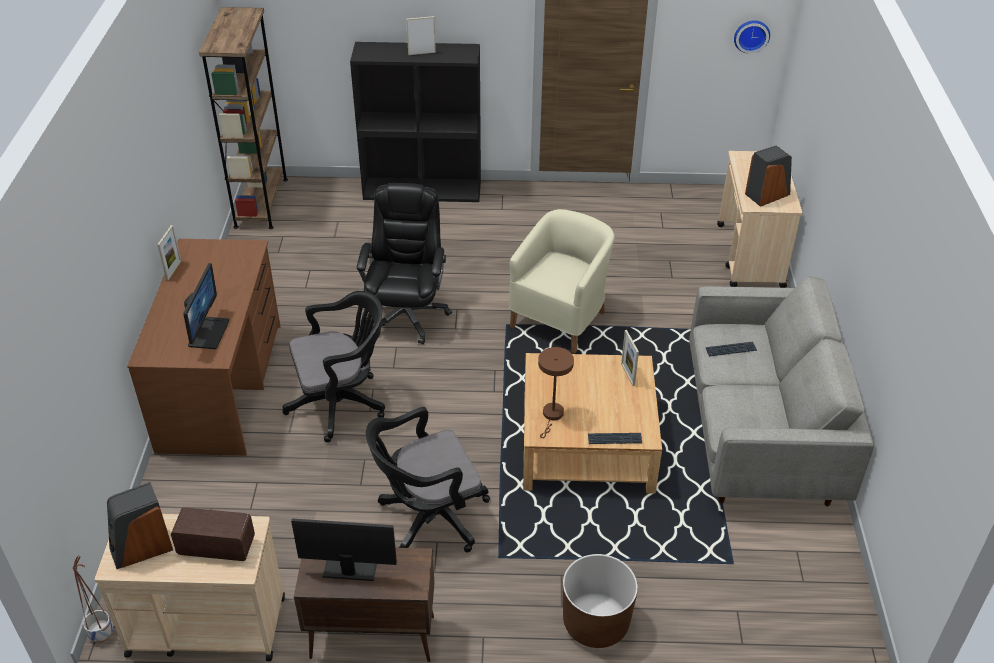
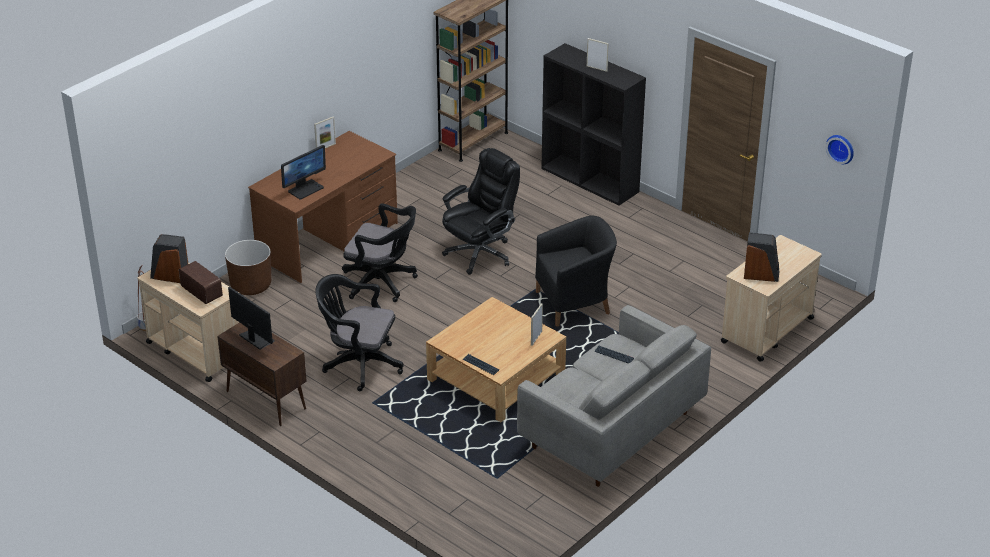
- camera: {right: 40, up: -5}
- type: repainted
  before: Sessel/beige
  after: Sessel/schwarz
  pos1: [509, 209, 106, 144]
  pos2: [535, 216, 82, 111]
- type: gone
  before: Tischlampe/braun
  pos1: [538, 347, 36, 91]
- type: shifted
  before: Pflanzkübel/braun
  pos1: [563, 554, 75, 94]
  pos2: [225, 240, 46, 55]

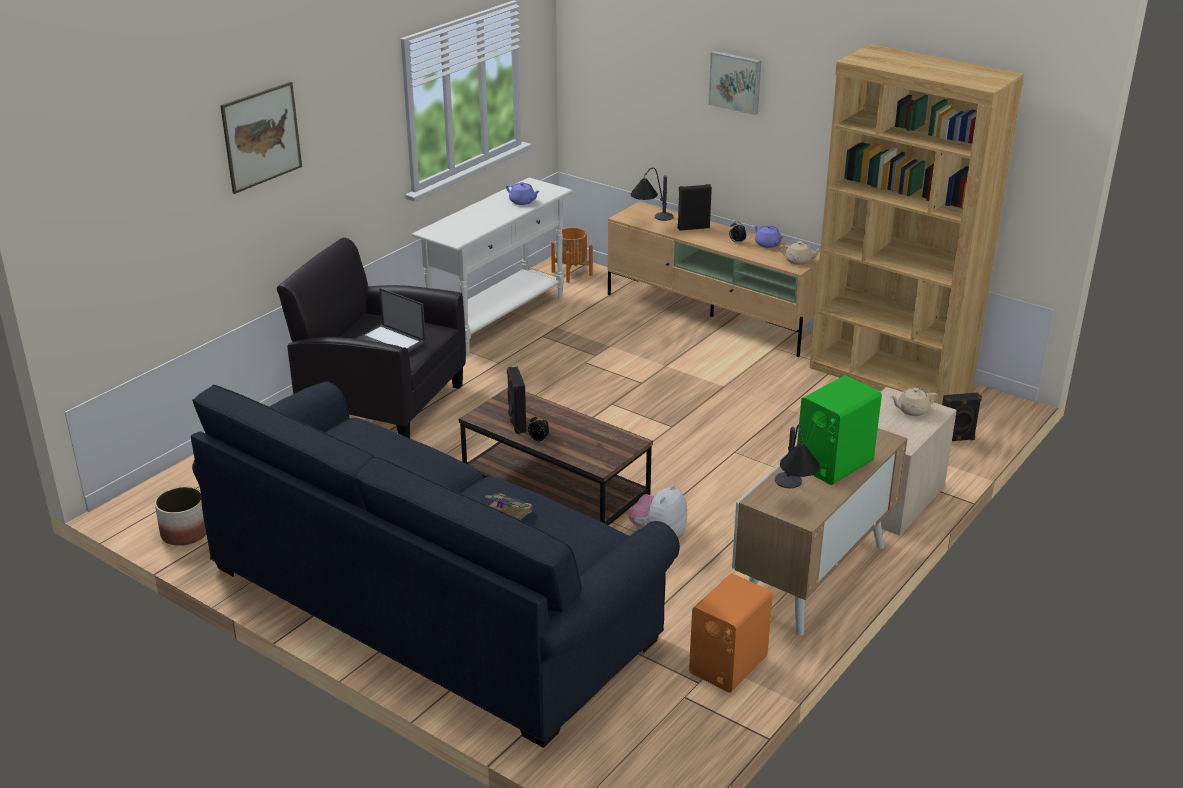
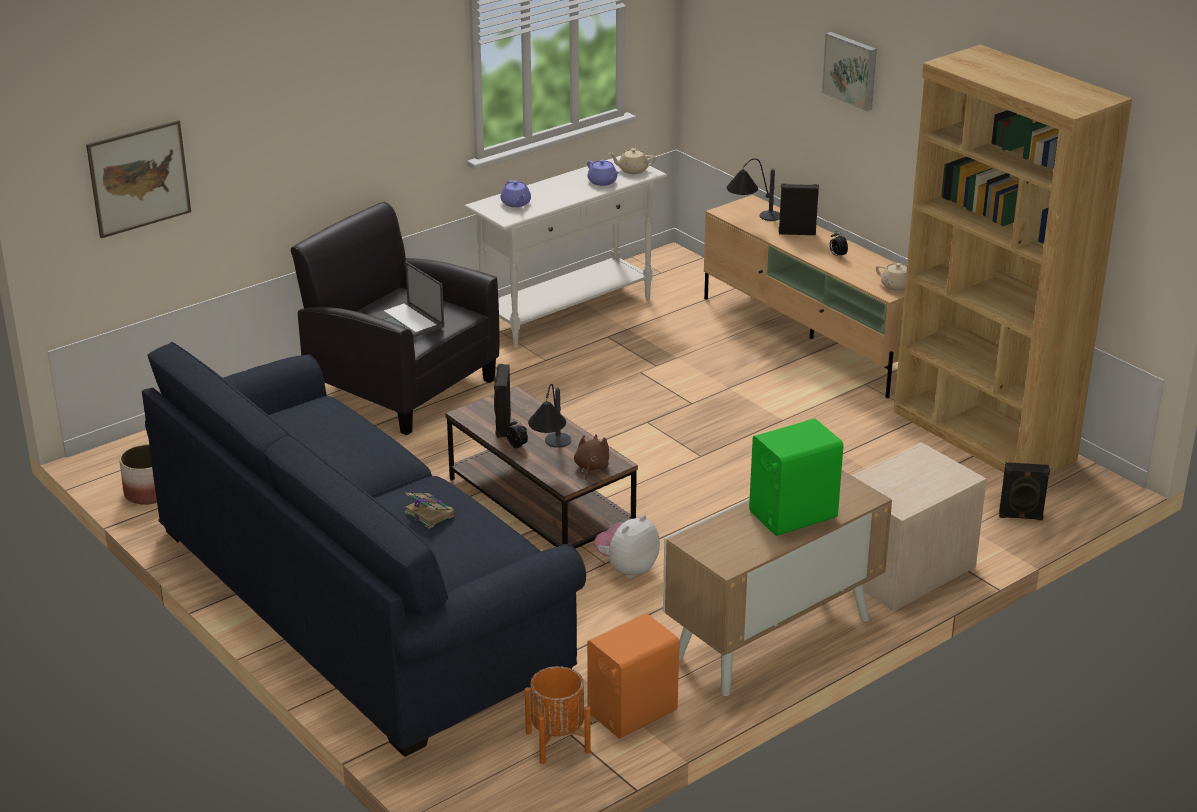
- camera: {right: 15, up: 0}
- type: shifted
  before: Bild
  pos1: [220, 82, 82, 112]
  pos2: [86, 120, 105, 118]
- type: shifted
  before: Teekanne/lila
  pos1: [755, 225, 29, 23]
  pos2: [501, 180, 30, 27]
- type: shifted
  before: Pflanzkübel/orange
  pos1: [551, 227, 42, 56]
  pos2: [525, 666, 66, 98]
- type: shifted
  before: Teekanne/beige
  pos1: [890, 388, 48, 28]
  pos2: [609, 148, 47, 26]
- type: shifted
  before: Tischlampe
  pos1: [775, 424, 45, 64]
  pos2: [528, 384, 43, 64]
- type: new
  after: Plüschtier/braun
  pos2: [574, 434, 35, 46]

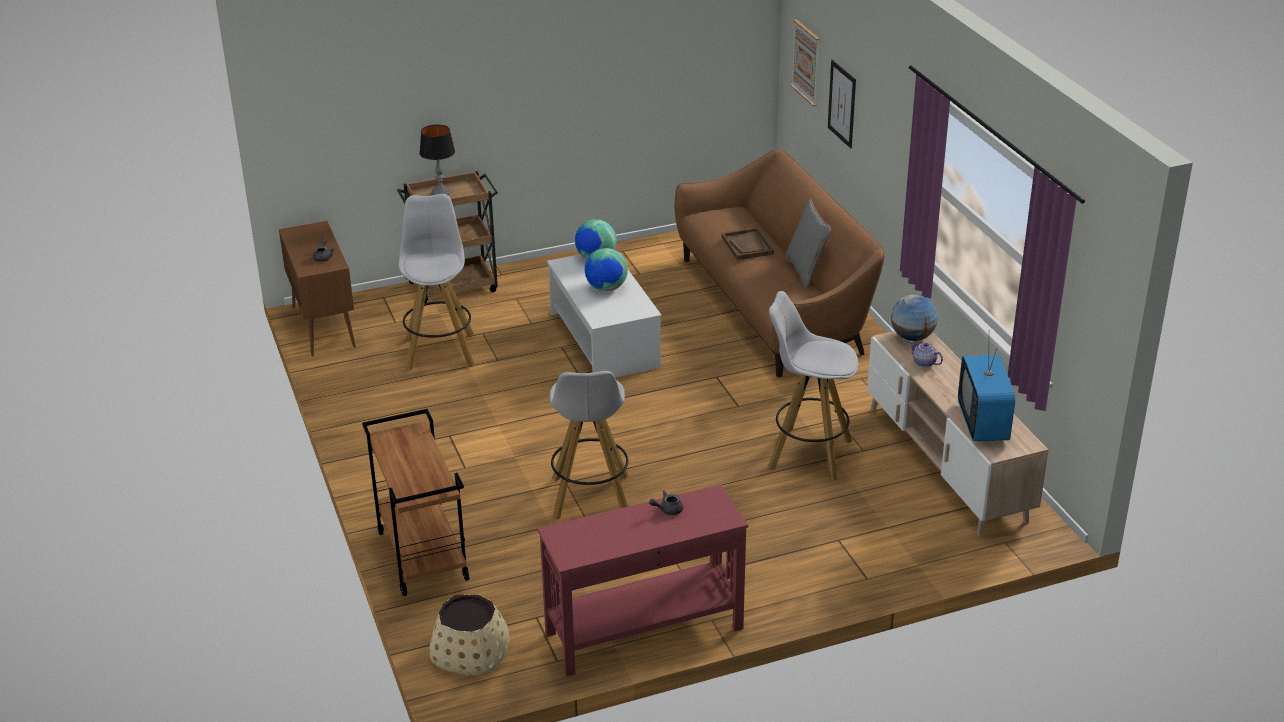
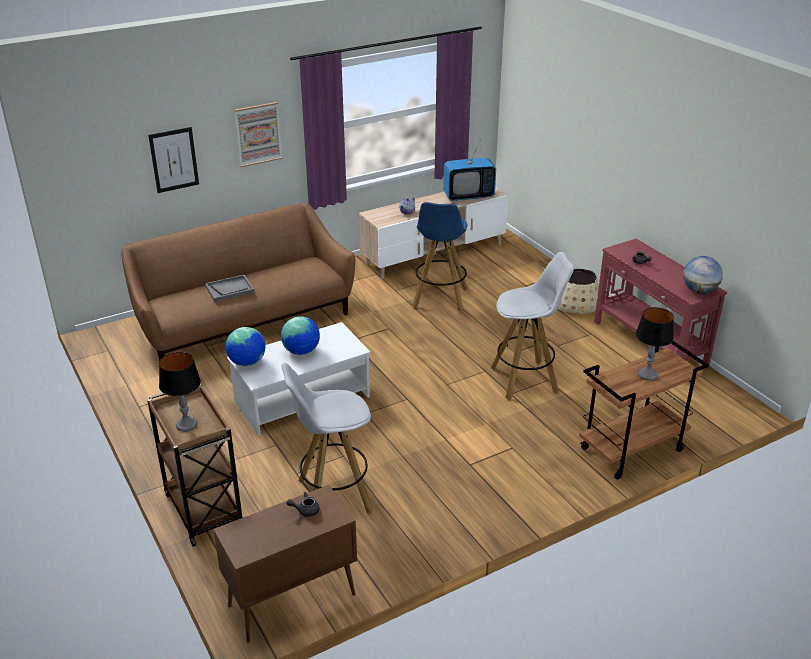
- camera: {right: -100, up: 0}
- type: shifted
  before: Bild
  pos1: [791, 19, 29, 87]
  pos2: [234, 102, 48, 65]
- type: gone
  before: Kissen/grau
  pos1: [785, 198, 46, 91]
- type: repainted
  before: Tablett/braun
  after: Tablett/grau
  pos1: [721, 228, 53, 32]
  pos2: [205, 275, 50, 27]
- type: repainted
  before: Hocker/weiß
  after: Hocker/blau
  pos1: [768, 291, 90, 191]
  pos2: [412, 202, 56, 110]
- type: shifted
  before: Globus
  pos1: [891, 295, 47, 46]
  pos2: [683, 256, 40, 38]
- type: shifted
  before: Pflanzkübel/beige
  pos1: [429, 594, 81, 82]
  pos2: [559, 269, 40, 45]
- type: new
  after: Tischlampe
  pos2: [636, 307, 38, 74]

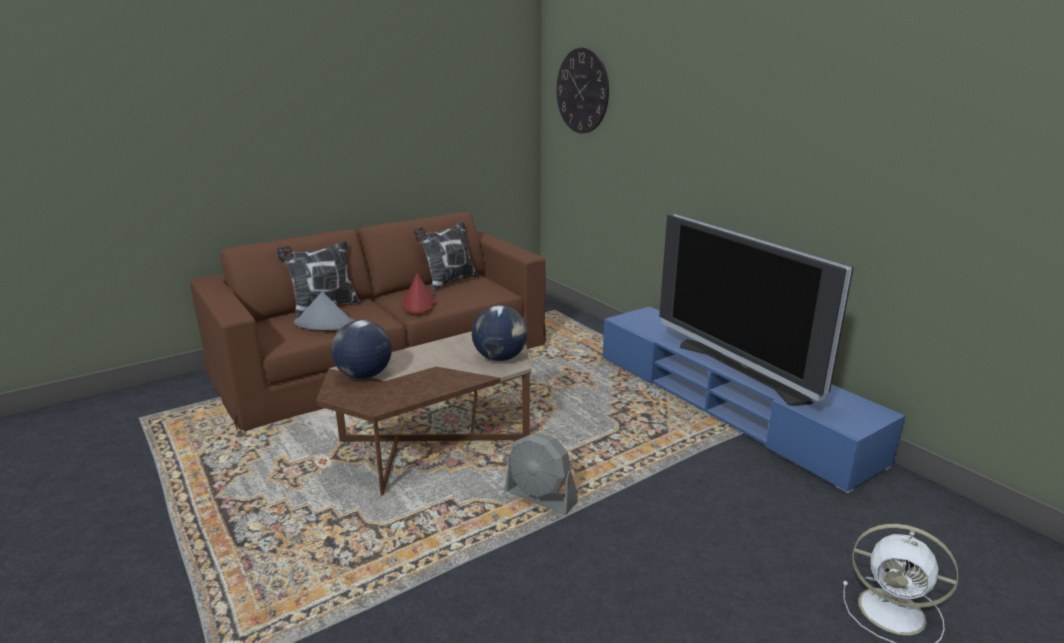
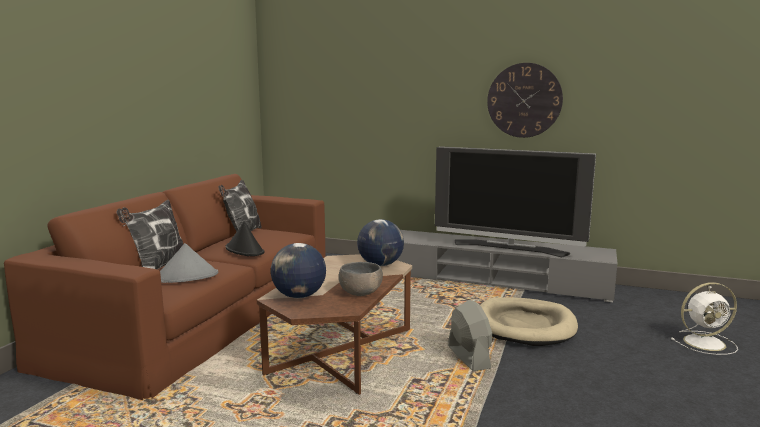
- camera: {right: -35, up: -10}
- type: shifted
  before: Wanduhr
  pos1: [556, 48, 53, 85]
  pos2: [487, 63, 76, 75]
- type: repainted
  before: Hut/rot
  after: Hut/schwarz
  pos1: [401, 273, 35, 41]
  pos2: [226, 221, 39, 35]
- type: repainted
  before: Fernsehschrank/blau
  after: Fernsehschrank/grau
  pos1: [603, 306, 302, 187]
  pos2: [397, 230, 221, 72]
- type: rotated
  before: Ventilator/grau
  pos1: [505, 434, 73, 81]
  pos2: [448, 300, 44, 71]
  turn: -105
- type: new
  after: Schüssel/grau
  pos2: [339, 262, 44, 34]
- type: new
  after: Hundebett/beige
  pos2: [480, 297, 98, 49]

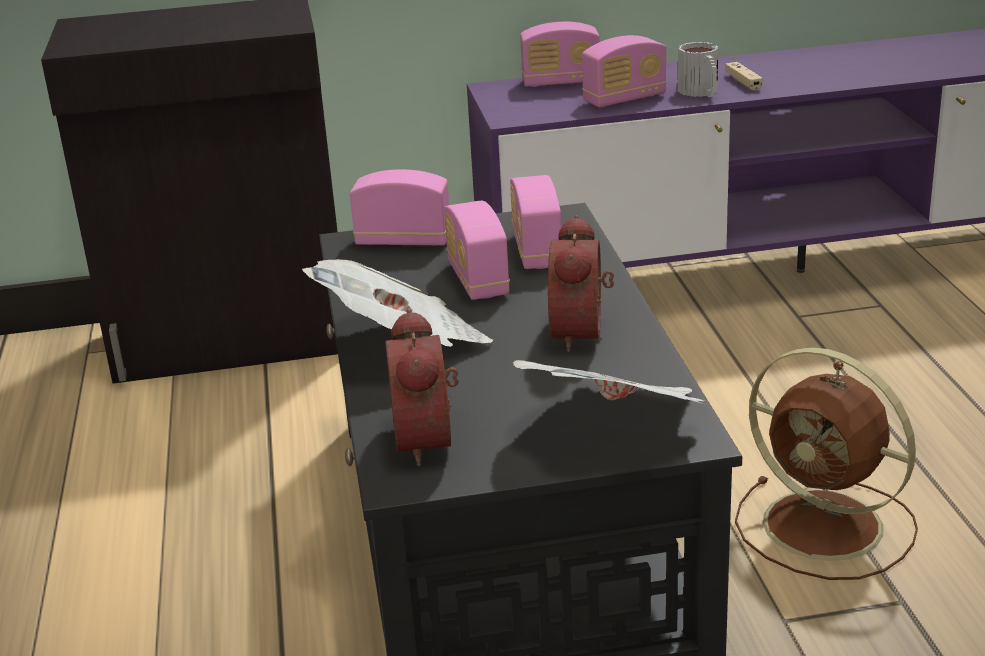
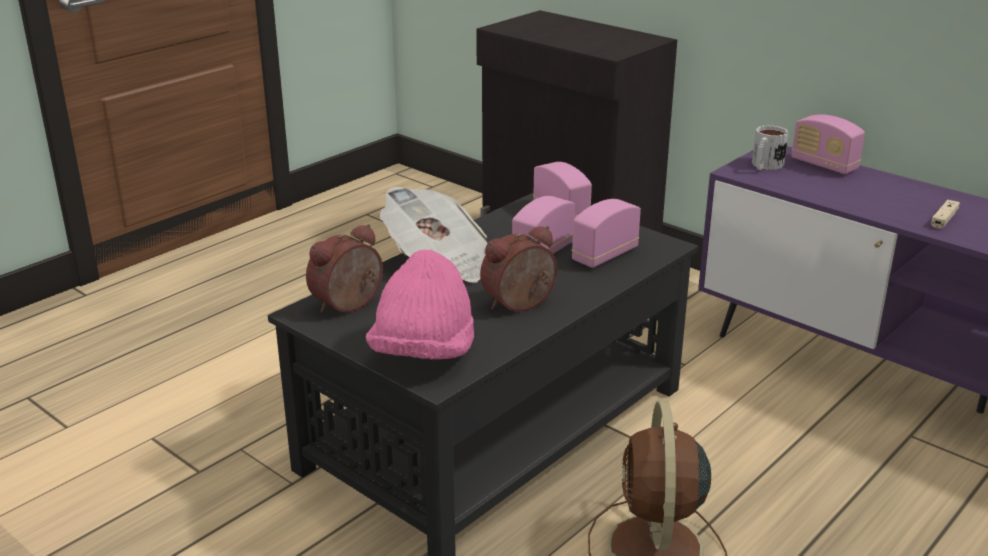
- camera: {right: 50, up: 0}
- type: gone
  before: Radio
  pos1: [582, 35, 85, 72]
- type: shifted
  before: Henkelbecher
  pos1: [678, 42, 40, 55]
  pos2: [752, 125, 37, 45]
- type: swapped
  before: Zeitung
  after: Hut/rosa
  pos1: [513, 360, 191, 44]
  pos2: [366, 250, 108, 110]

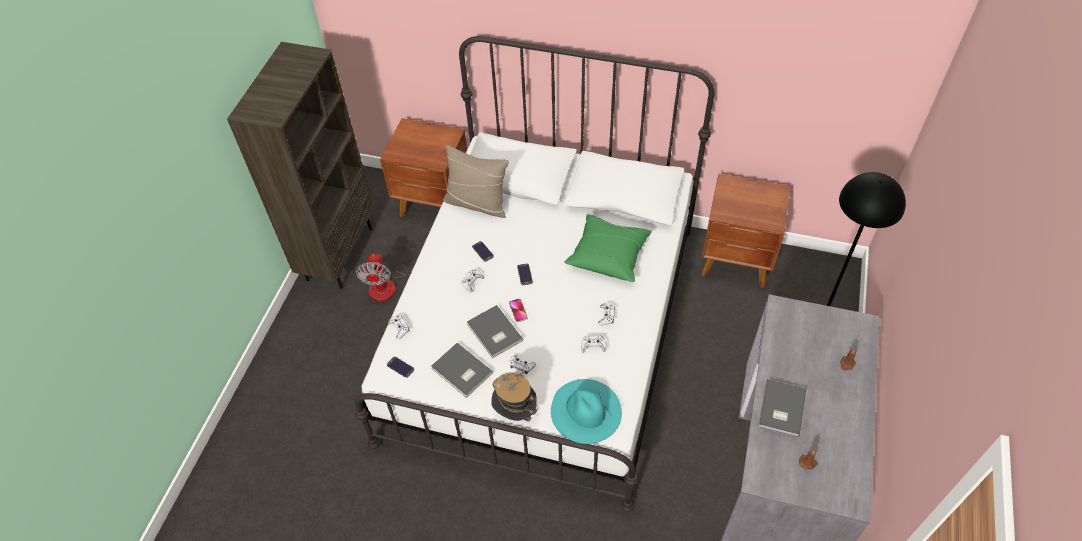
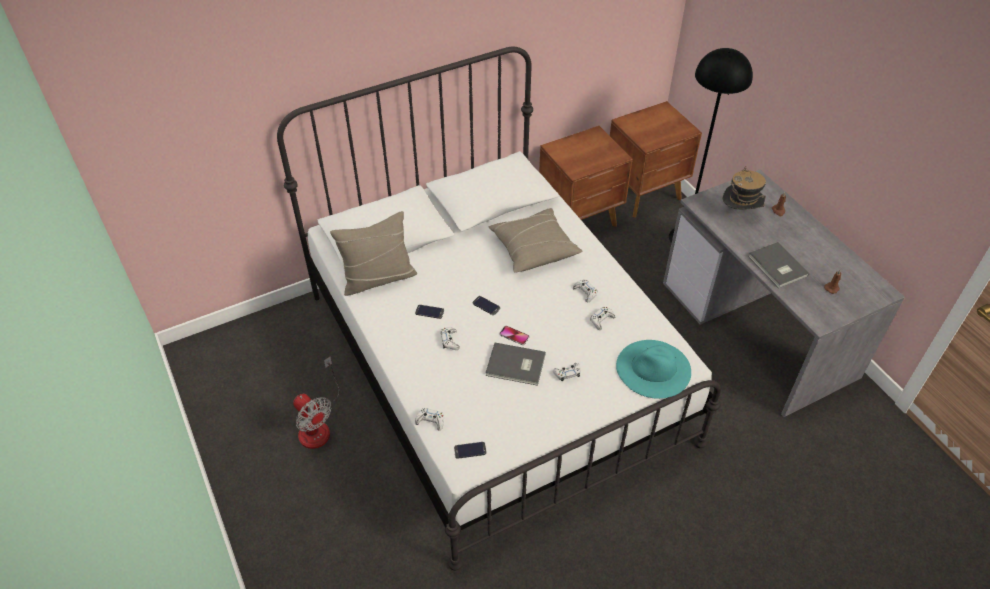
- camera: {right: -45, up: -5}
- type: gone
  before: Bücherregal/braun
  pos1: [227, 42, 147, 247]
- type: shifted
  before: Nachttisch/braun
  pos1: [380, 118, 87, 99]
  pos2: [610, 101, 92, 117]
- type: repainted
  before: Kissen/grün
  after: Kissen/beige
  pos1: [565, 214, 87, 68]
  pos2: [489, 208, 94, 65]
- type: gone
  before: Buch/grau
  pos1: [431, 343, 62, 55]
- type: shifted
  before: Hut
  pos1: [491, 372, 47, 50]
  pos2: [723, 166, 43, 43]

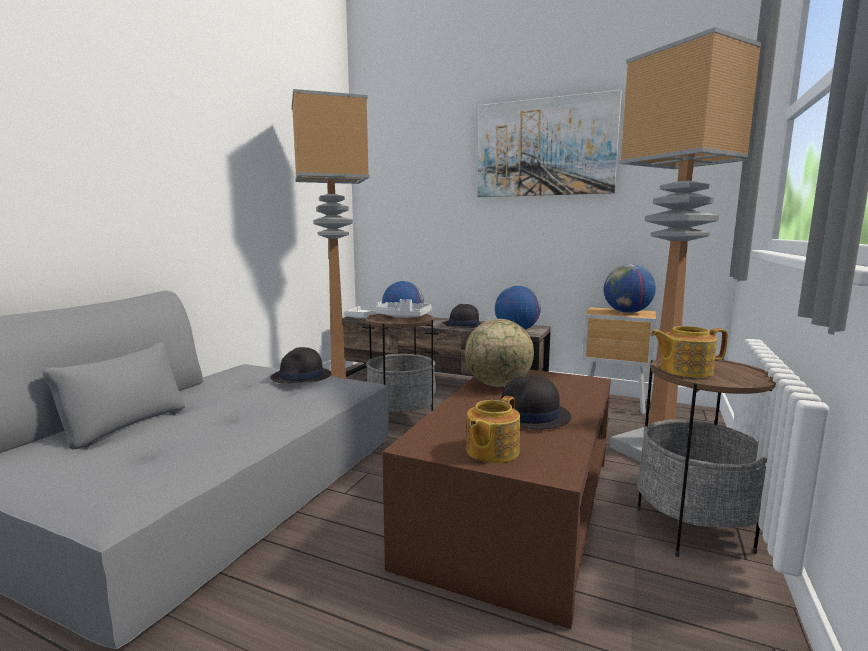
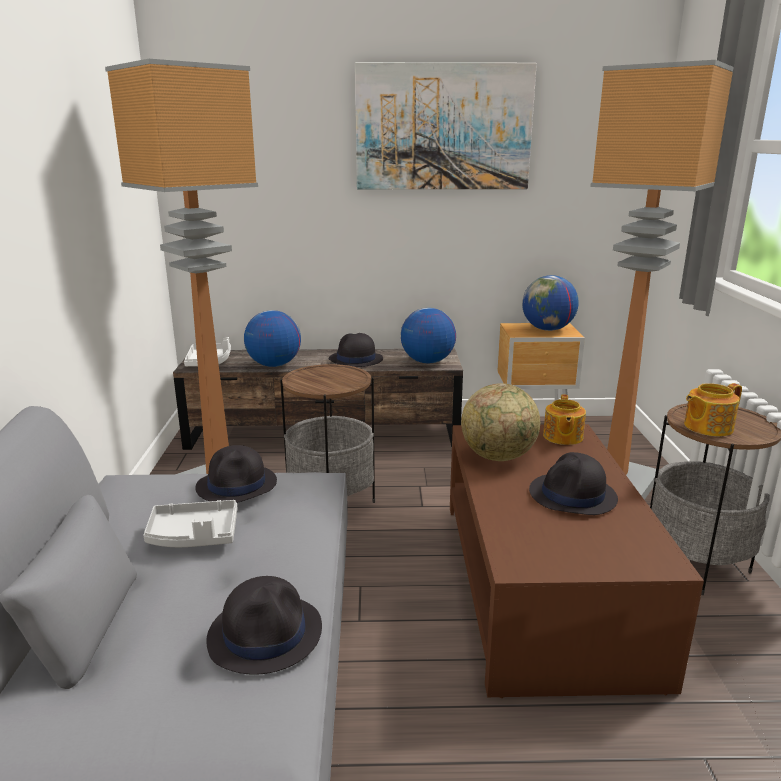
- camera: {right: -25, up: 10}
- type: shifted
  before: Tablett/grau
  pos1: [376, 299, 56, 19]
  pos2: [143, 500, 94, 47]
- type: shifted
  before: Teekanne
  pos1: [467, 396, 53, 67]
  pos2: [543, 394, 43, 51]
- type: new
  after: Hut/schwarz
  pos2: [206, 576, 116, 99]

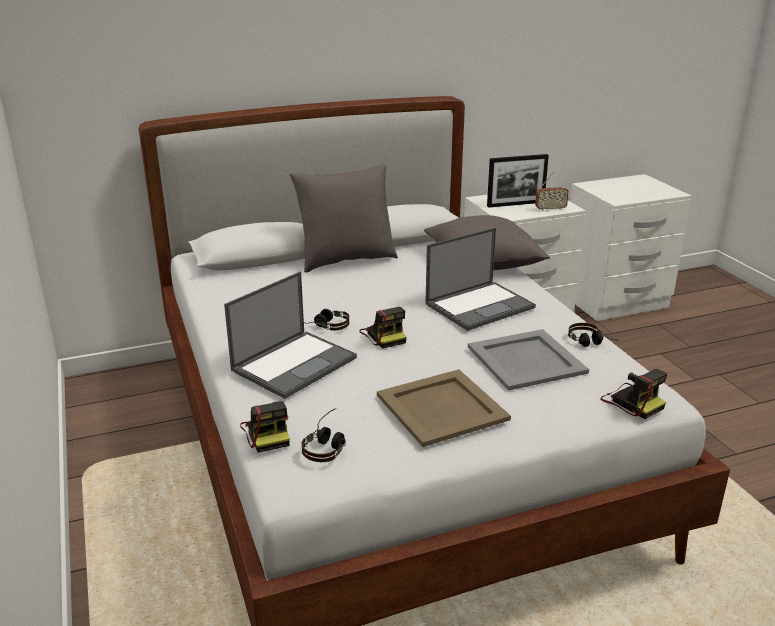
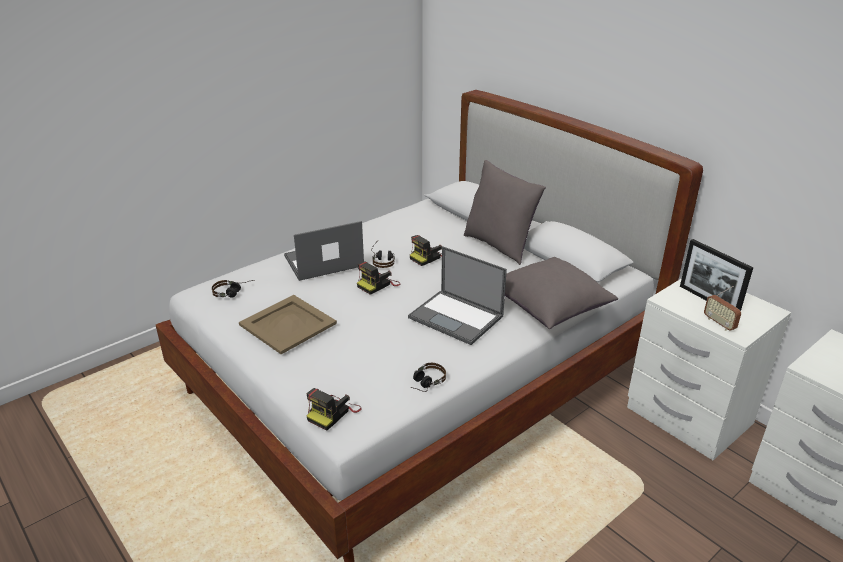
- camera: {right: 70, up: 5}
- type: rotated
  before: Laptop
  pos1: [224, 272, 133, 127]
  pos2: [284, 221, 80, 60]
  turn: 135
- type: gone
  before: Tablett/grau
  pos1: [468, 329, 121, 62]
- type: shifted
  before: Kamera
  pos1: [240, 401, 50, 52]
  pos2: [410, 235, 32, 31]

